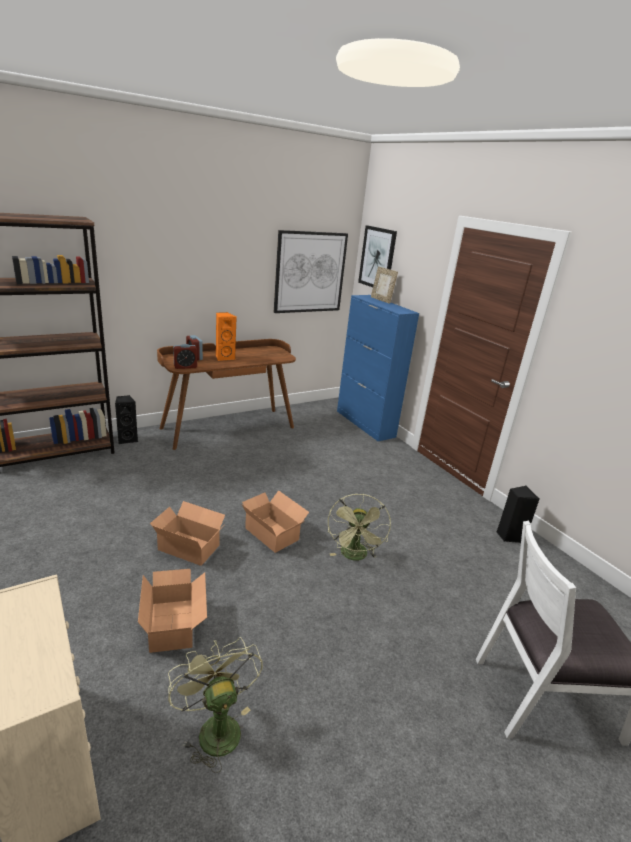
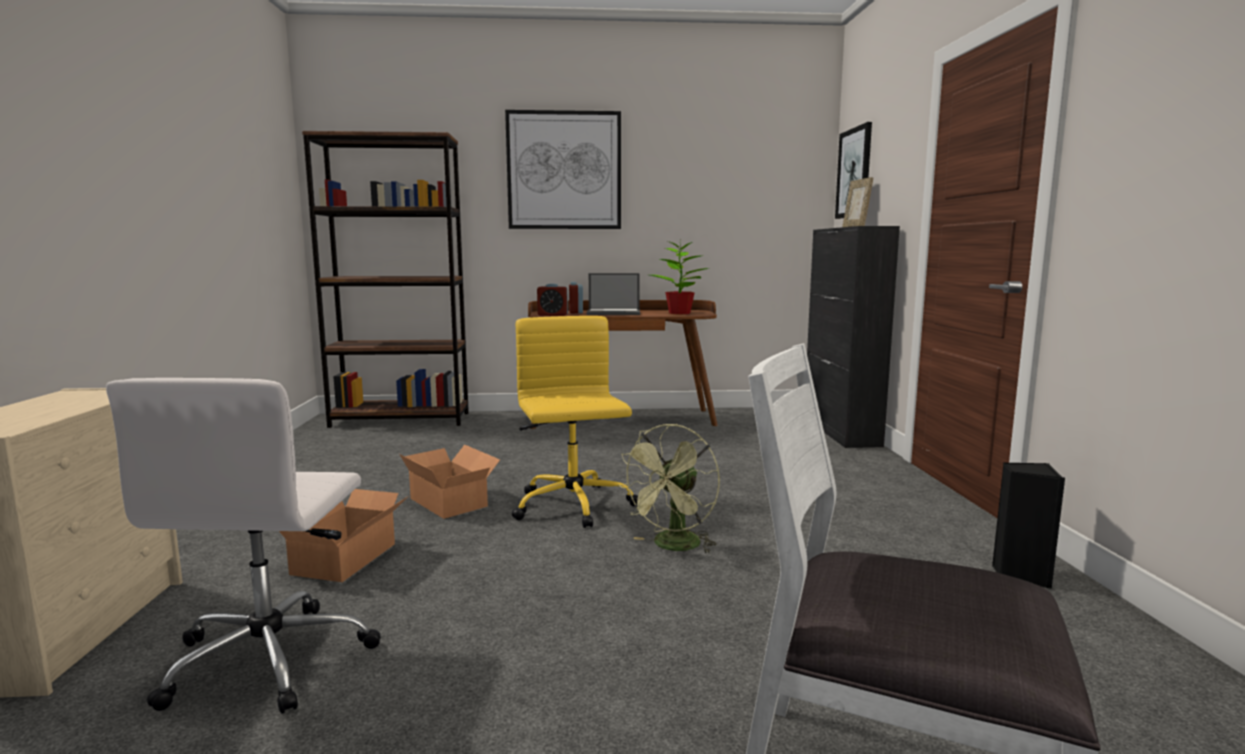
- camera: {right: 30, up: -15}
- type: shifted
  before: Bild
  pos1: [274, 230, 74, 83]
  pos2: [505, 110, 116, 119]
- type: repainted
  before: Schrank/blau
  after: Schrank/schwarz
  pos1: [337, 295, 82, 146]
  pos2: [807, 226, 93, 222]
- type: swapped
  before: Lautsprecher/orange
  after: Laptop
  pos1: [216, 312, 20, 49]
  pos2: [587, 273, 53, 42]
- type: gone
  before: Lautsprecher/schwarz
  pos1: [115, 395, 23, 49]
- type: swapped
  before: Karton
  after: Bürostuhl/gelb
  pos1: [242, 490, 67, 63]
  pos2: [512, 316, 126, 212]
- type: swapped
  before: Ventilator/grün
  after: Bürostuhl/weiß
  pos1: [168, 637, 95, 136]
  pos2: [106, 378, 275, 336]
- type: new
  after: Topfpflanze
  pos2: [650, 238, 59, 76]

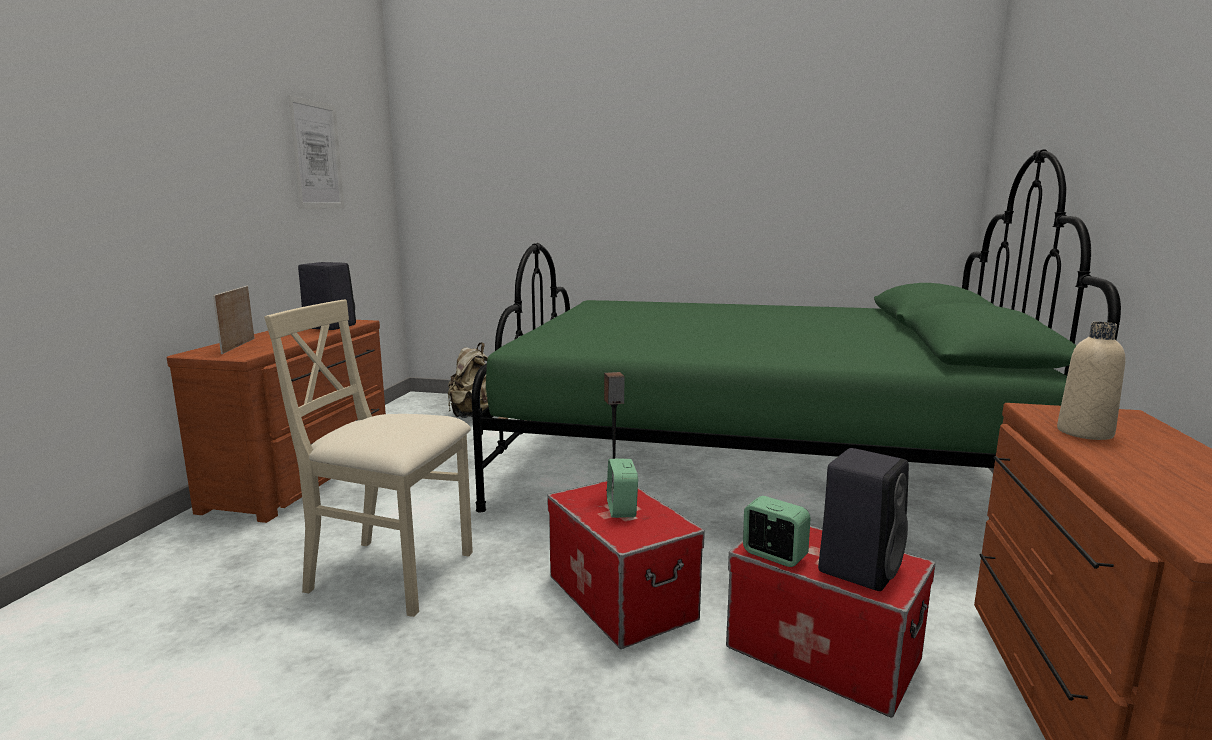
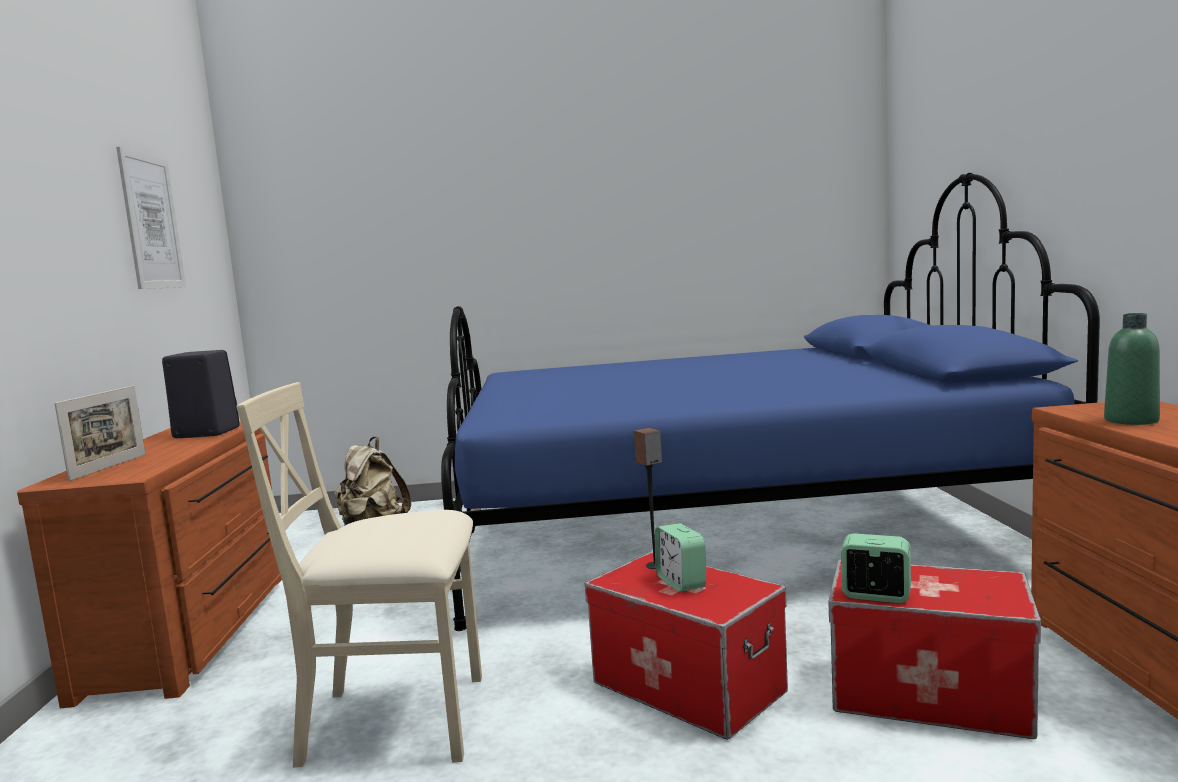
- camera: {right: -15, up: -5}
- type: repainted
  before: Bett/grün
  after: Bett/blau
  pos1: [472, 149, 649, 363]
  pos2: [441, 173, 659, 458]
- type: rotated
  before: Bilderrahmen
  pos1: [213, 286, 41, 68]
  pos2: [54, 386, 91, 95]
  turn: -150
- type: repainted
  before: Flasche/beige
  after: Flasche/grün
  pos1: [1057, 322, 68, 118]
  pos2: [1104, 313, 56, 112]
- type: gone
  before: Lautsprecher/schwarz
  pos1: [818, 448, 91, 143]

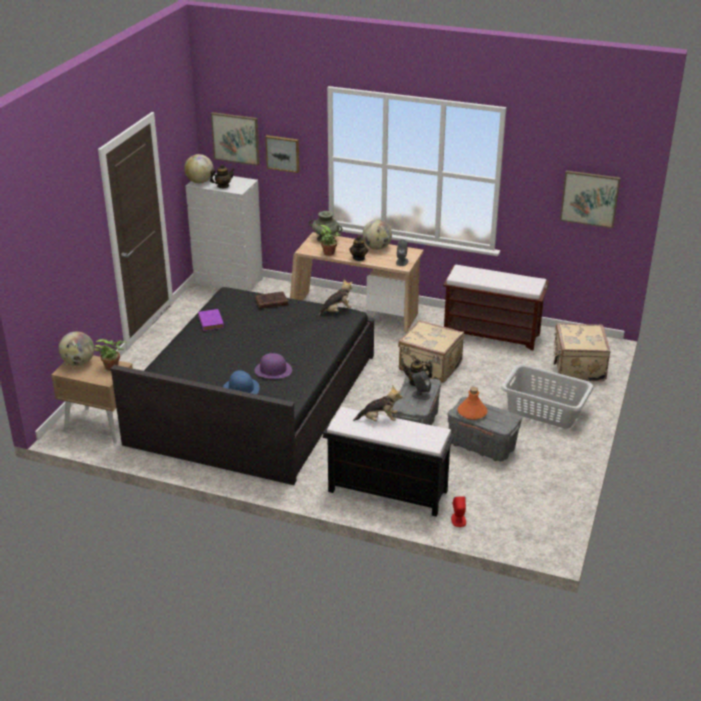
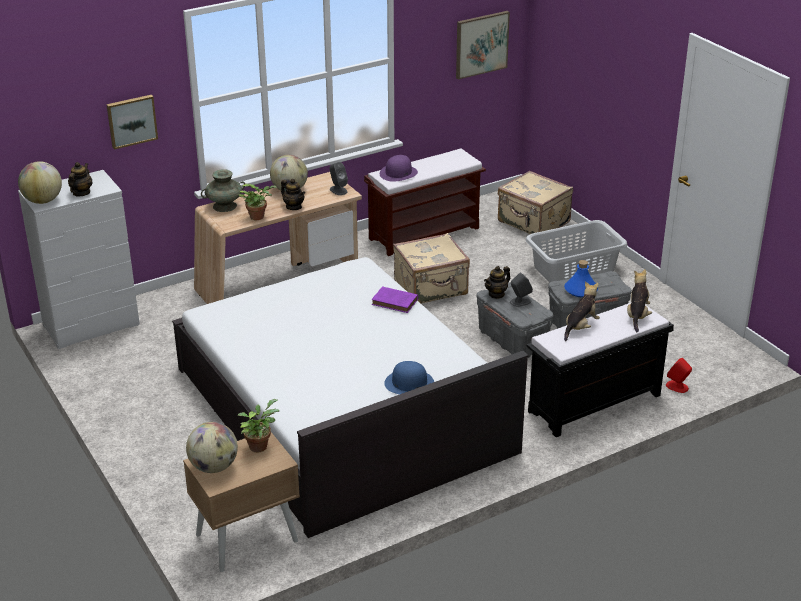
- camera: {right: -50, up: 0}
- type: gone
  before: Bild
  pos1: [211, 112, 49, 54]
- type: shifted
  before: Plüschtier
  pos1: [317, 280, 35, 37]
  pos2: [627, 269, 25, 63]
- type: repainted
  before: Bett/schwarz
  after: Bett/weiß
  pos1: [110, 287, 265, 198]
  pos2: [172, 257, 356, 281]
- type: gone
  before: Buch/braun
  pos1: [255, 291, 33, 18]
- type: shifted
  before: Buch/lila
  pos1: [198, 309, 26, 22]
  pos2: [372, 286, 46, 27]
- type: shifted
  before: Hut/lila
  pos1: [254, 353, 38, 26]
  pos2: [380, 155, 38, 27]
- type: repainted
  before: Flasche/orange
  after: Flasche/blau
  pos1: [458, 387, 30, 33]
  pos2: [564, 260, 34, 37]

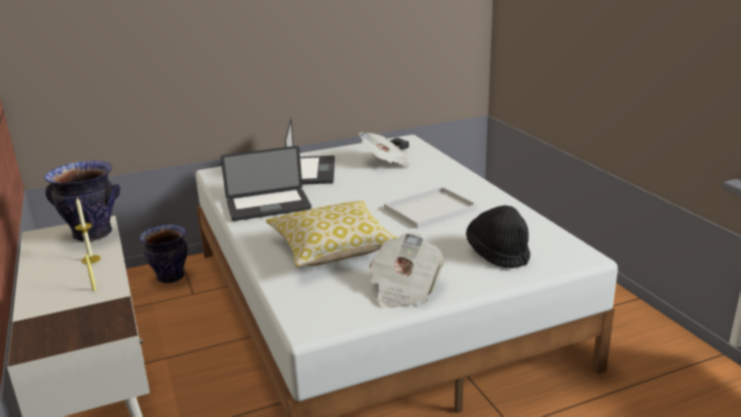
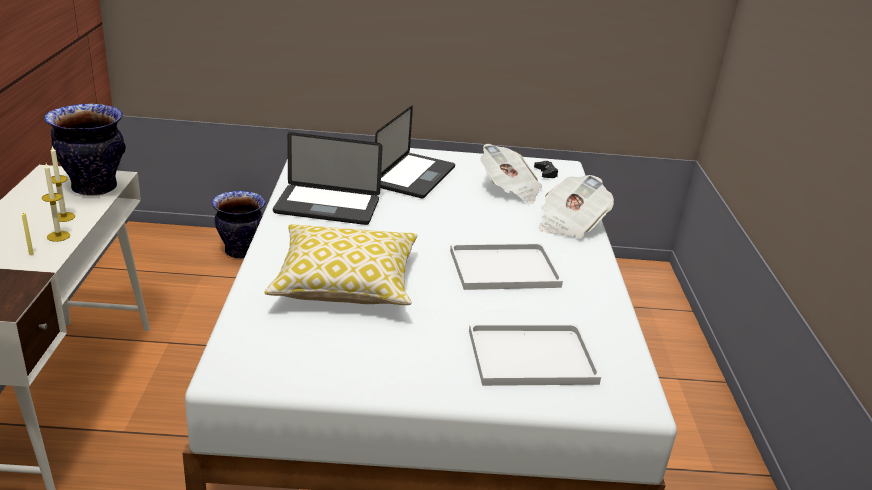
- camera: {right: 20, up: 5}
- type: swapped
  before: Hut/schwarz
  after: Tablett/weiß
  pos1: [466, 205, 64, 63]
  pos2: [469, 324, 132, 62]
- type: shifted
  before: Zeitung
  pos1: [369, 233, 75, 75]
  pos2: [539, 175, 75, 63]
- type: new
  after: Kerze
  pos2: [42, 163, 28, 79]

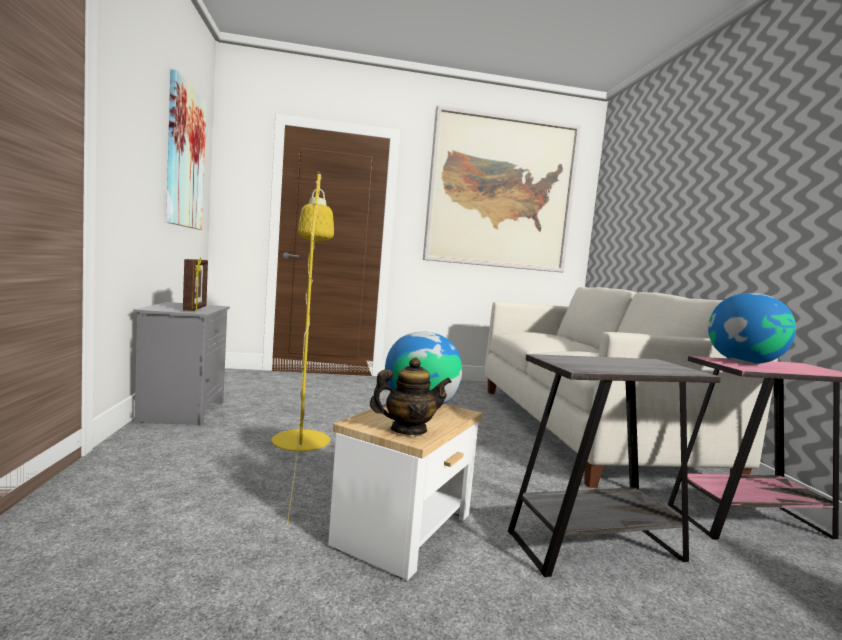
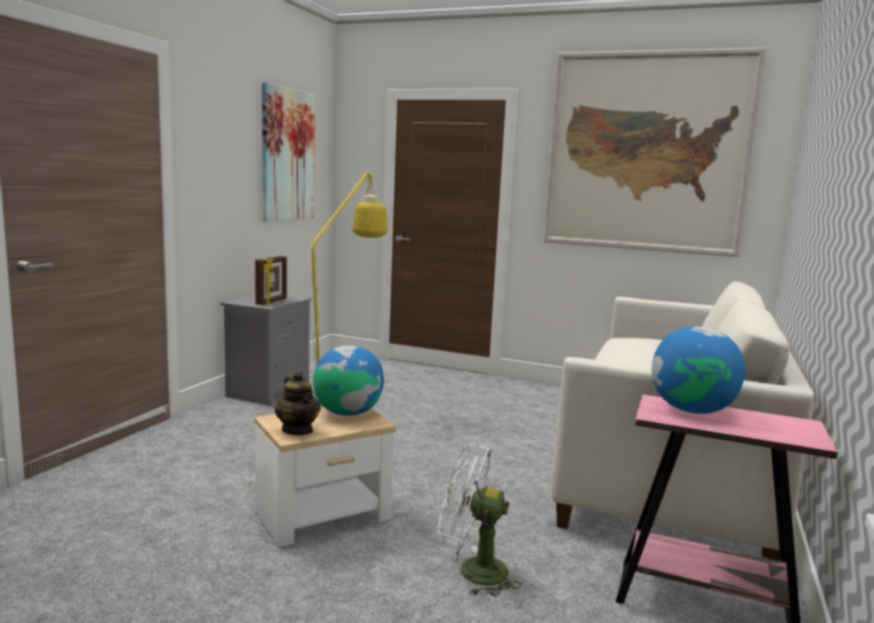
- camera: {right: 30, up: 5}
- type: swapped
  before: Beistelltisch/grau
  after: Ventilator/weiß
  pos1: [508, 354, 213, 223]
  pos2: [437, 443, 85, 154]
- type: rotated
  before: Teekanne
  pos1: [370, 358, 81, 77]
  pos2: [275, 371, 46, 64]
  turn: 45

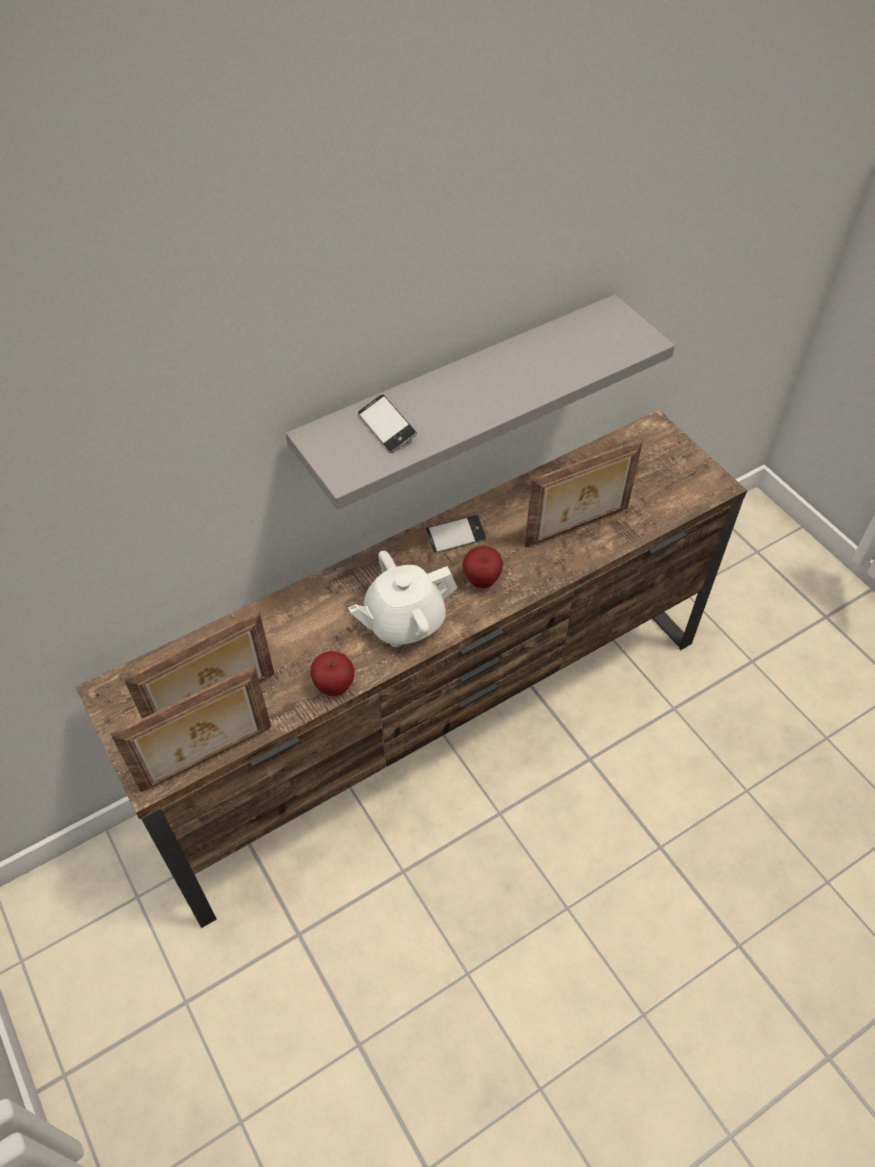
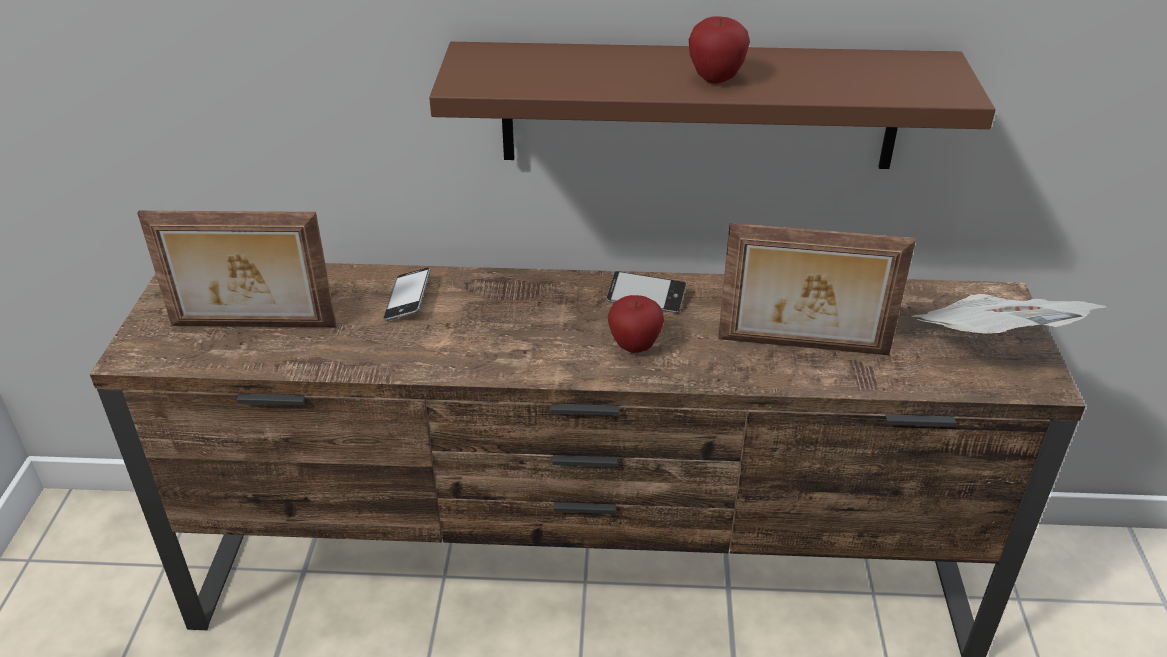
- camera: {right: 35, up: -15}
- type: repainted
  before: Wandregal/grau
  after: Wandregal/braun
  pos1: [286, 294, 389, 216]
  pos2: [429, 42, 567, 127]
- type: shifted
  before: Handy
  pos1: [358, 394, 59, 59]
  pos2: [384, 267, 46, 54]
- type: gone
  before: Teekanne/weiß
  pos1: [348, 550, 109, 97]
- type: shifted
  before: Apfel
  pos1: [310, 651, 44, 45]
  pos2: [689, 17, 61, 67]
- type: gone
  before: Bilderrahmen
  pos1: [111, 665, 160, 127]
- type: new
  after: Zeitung
  pos2: [911, 294, 196, 40]

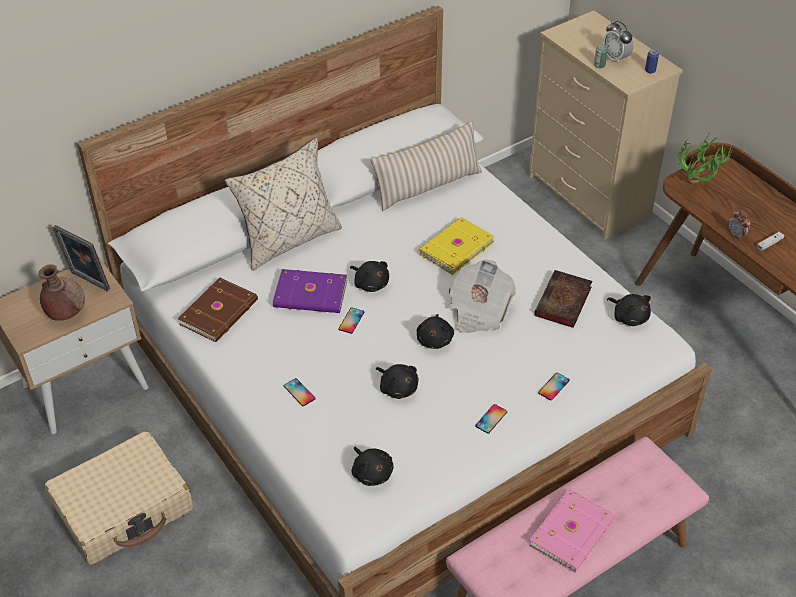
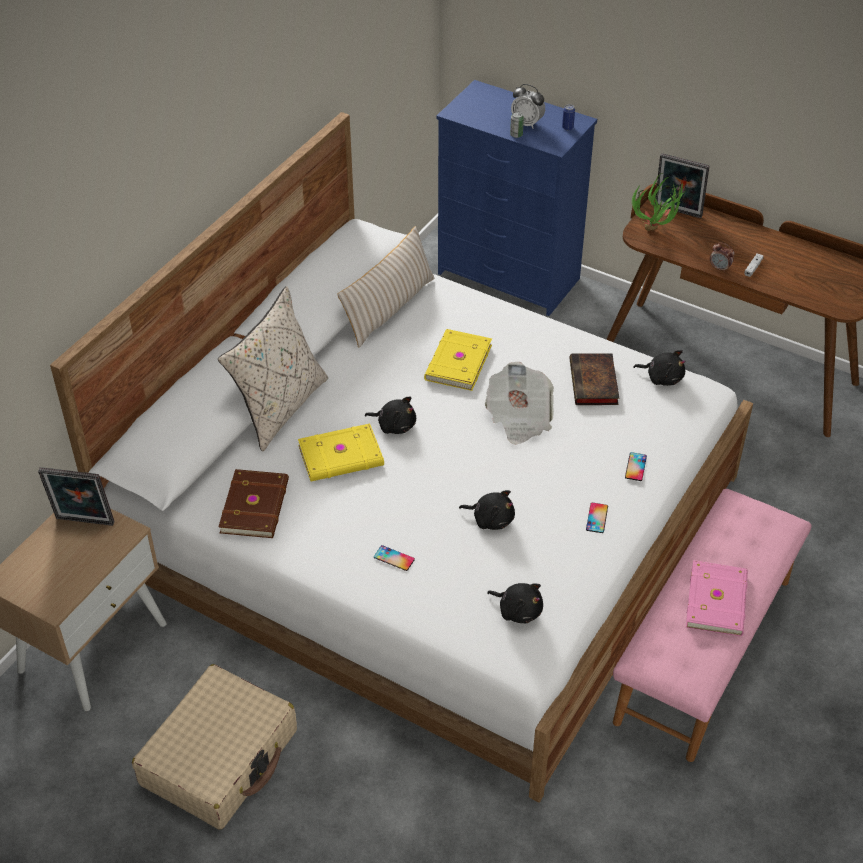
- camera: {right: -25, up: 0}
- type: repainted
  before: Kommode/beige
  after: Kommode/blau
  pos1: [529, 11, 154, 229]
  pos2: [436, 80, 161, 236]
- type: gone
  before: Vase/braun
  pos1: [39, 264, 46, 57]
- type: repainted
  before: Buch/lila
  after: Buch/gelb
  pos1: [273, 269, 74, 44]
  pos2: [298, 423, 86, 58]
- type: gone
  before: Handy
  pos1: [338, 307, 26, 27]
- type: gone
  before: Plüschtier/schwarz
  pos1: [417, 314, 37, 35]
- type: new
  after: Bilderrahmen
  pos2: [655, 153, 55, 65]

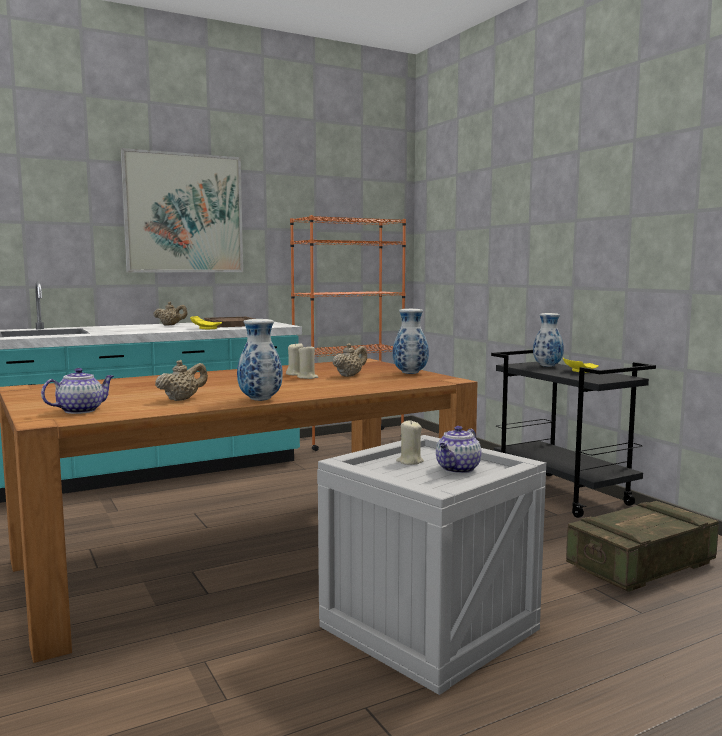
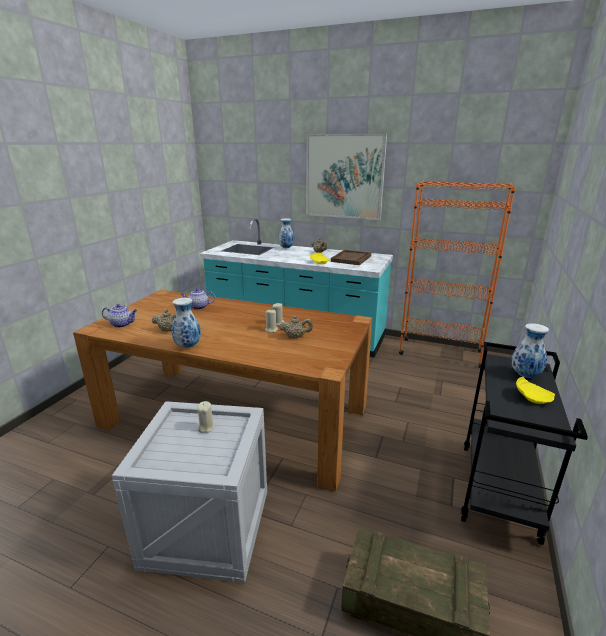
- camera: {right: 50, up: 15}
- type: shifted
  before: Vase
  pos1: [393, 309, 36, 65]
  pos2: [278, 218, 16, 30]
- type: shifted
  before: Teekanne
  pos1: [436, 426, 45, 48]
  pos2: [181, 288, 34, 22]

